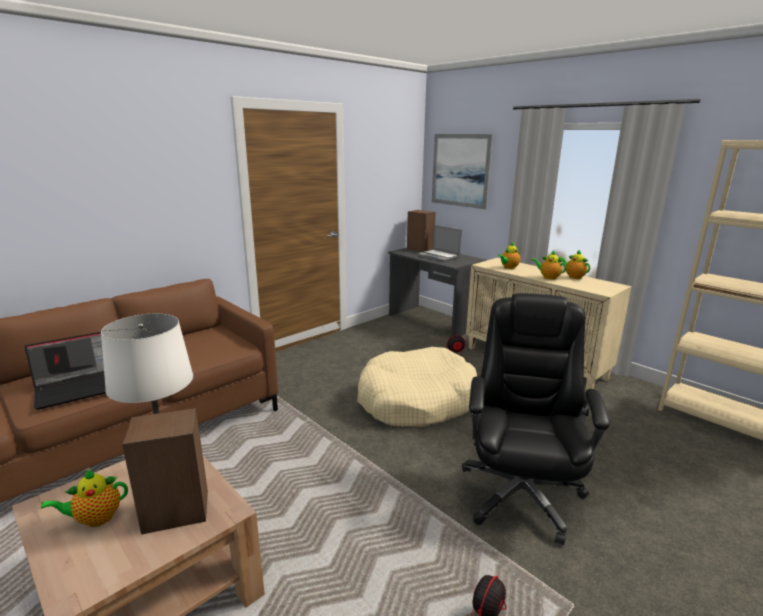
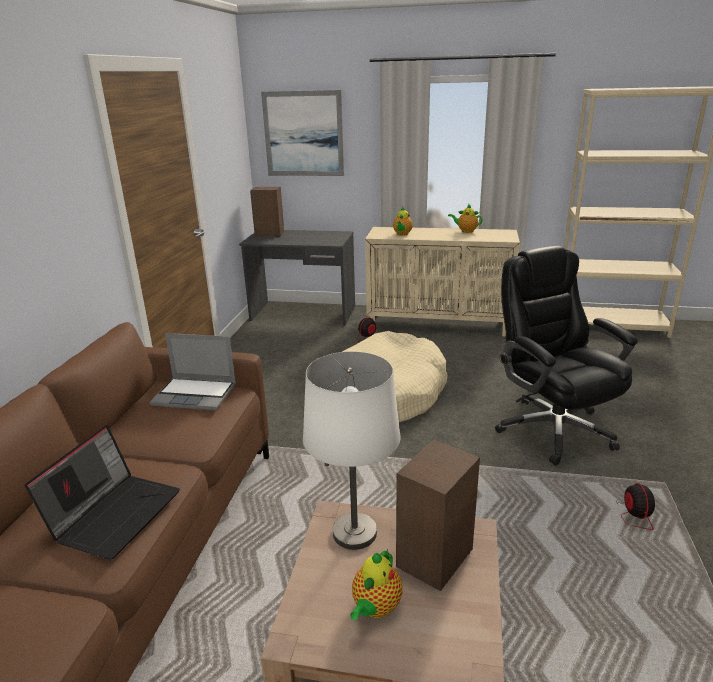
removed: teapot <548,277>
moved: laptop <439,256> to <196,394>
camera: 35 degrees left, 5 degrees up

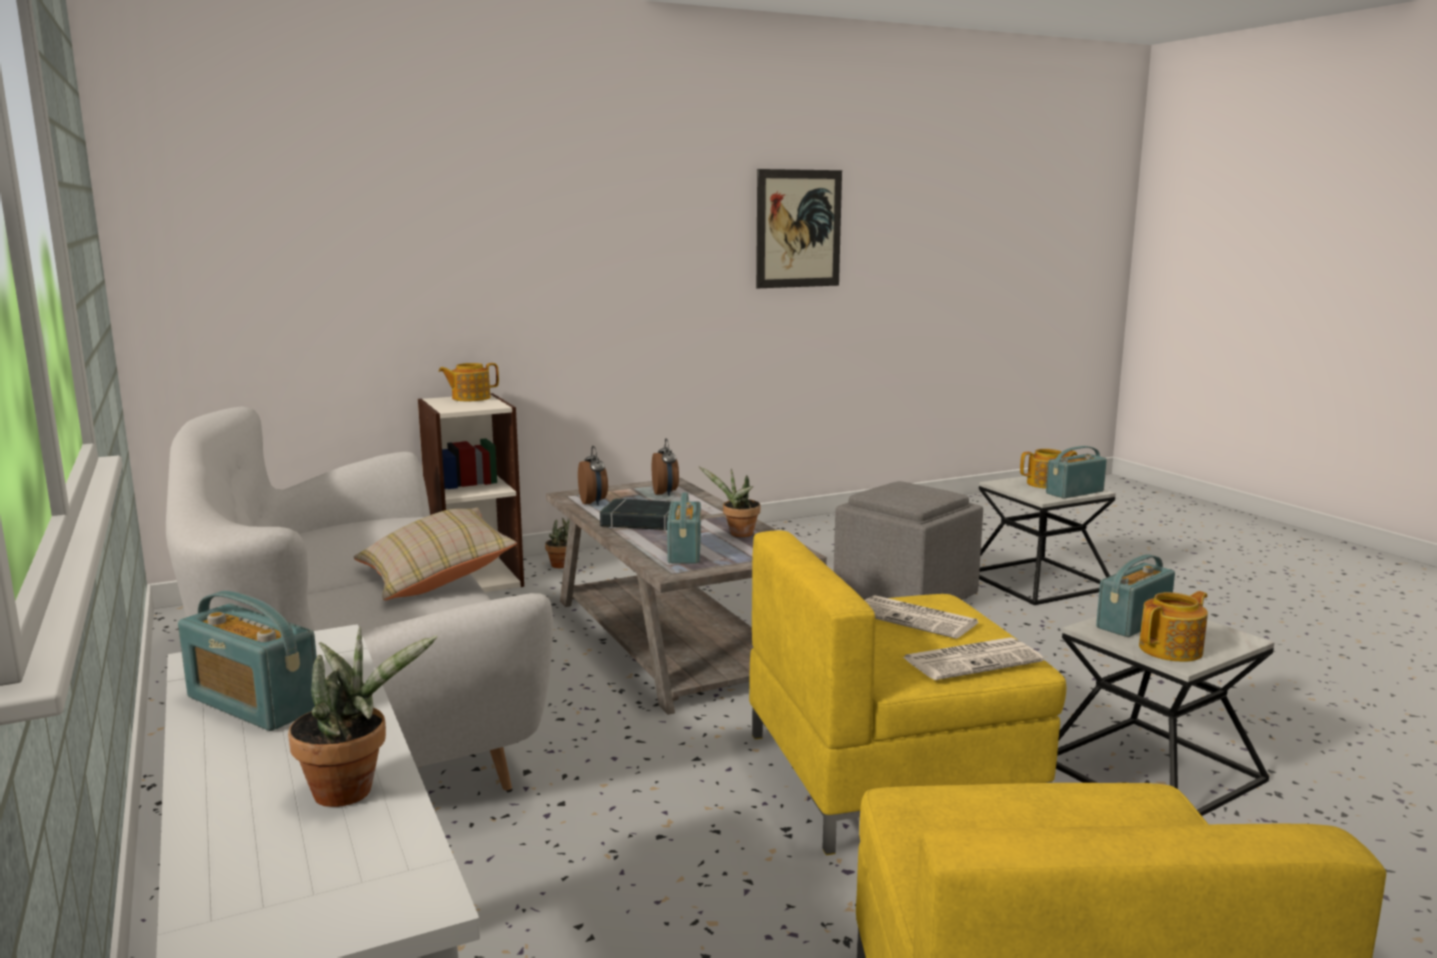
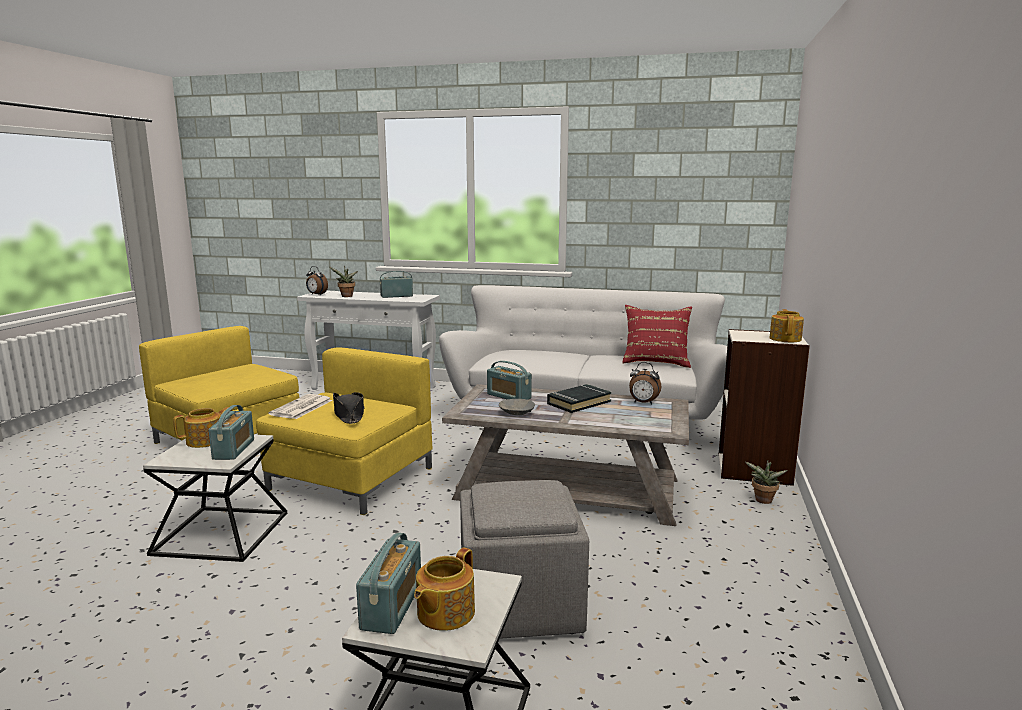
removed: cushion (beige) <436,579>; wall art <798,229>
added: cushion (reddish) <656,361>
moved: table clock <665,493> to <316,294>
replaced: plant in a pot <738,534> to deep dish (gray) <516,413>; printed paper <917,619> to clothing hat (blackish) <349,415>
turned: teapot <1172,650> = <206,441> 135 degrees counterclockwise
camera: 130 degrees right, 0 degrees up

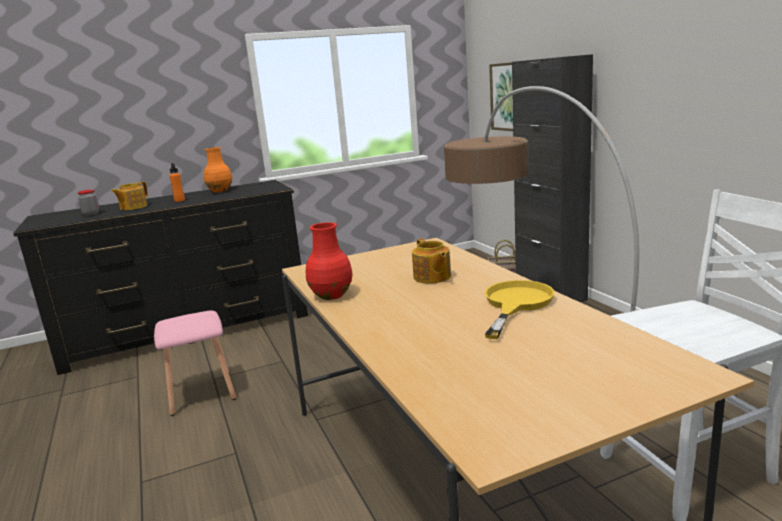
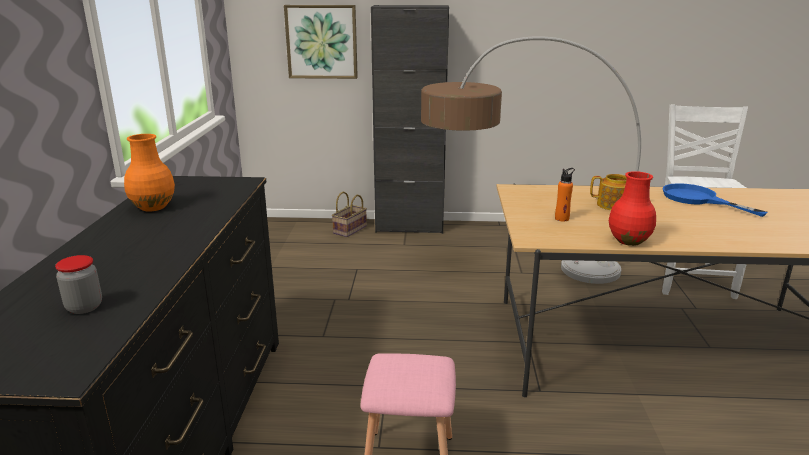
removed: teapot <133,207>
moved: bottle (orange) <179,200> to <562,218>
recoloured: pan (yellowish) <515,304> to pan (blue-coloured) <698,199>
camera: 65 degrees left, 5 degrees up

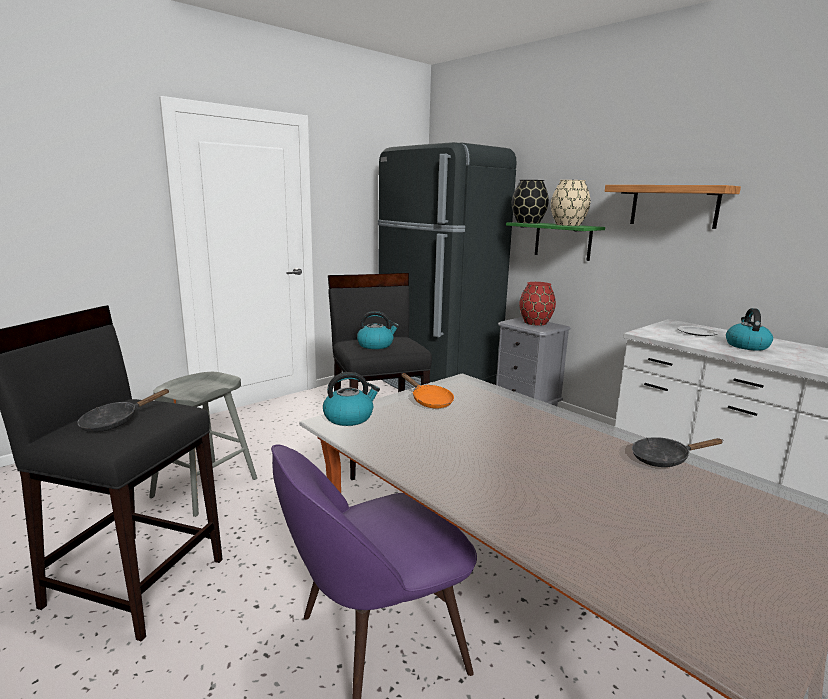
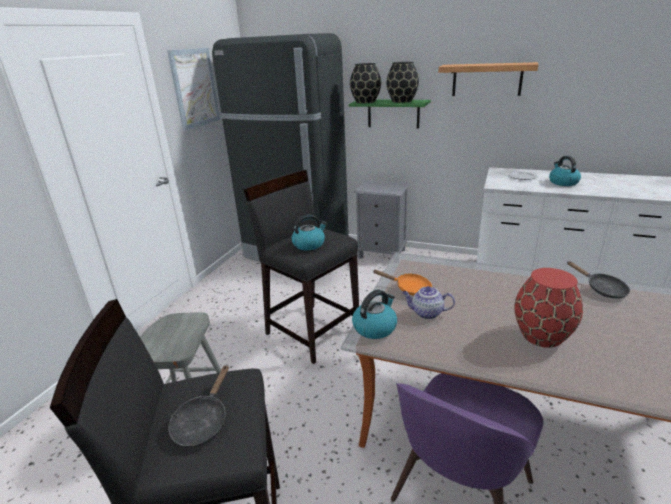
added: wall art <194,88>; teapot <426,313>
moved: flower vase (reddish) <536,323> to <542,336>
recoloured: flower vase (beige) <568,225> to flower vase (blackish) <402,101>
turned: pan (blackish) <664,459> = <602,289> 90 degrees counterclockwise
camera: 25 degrees left, 10 degrees up

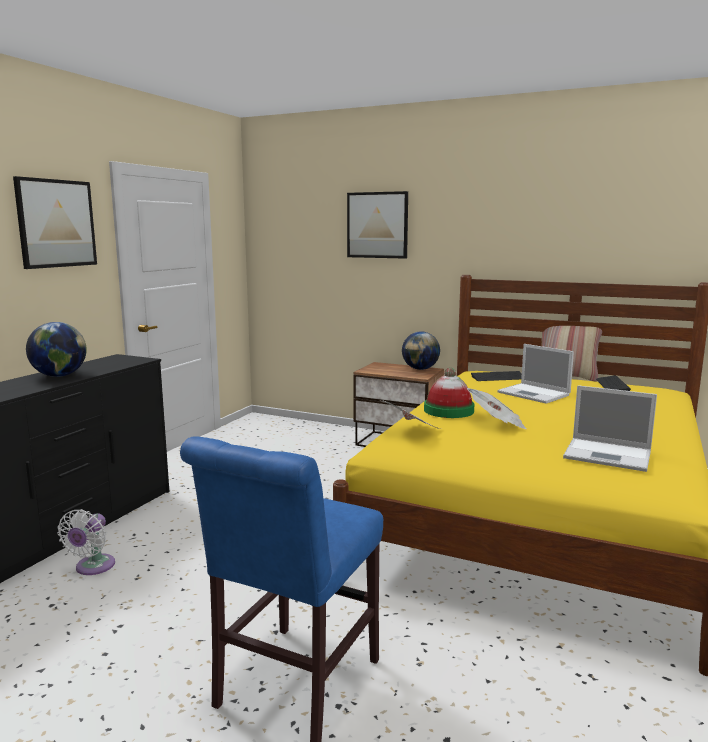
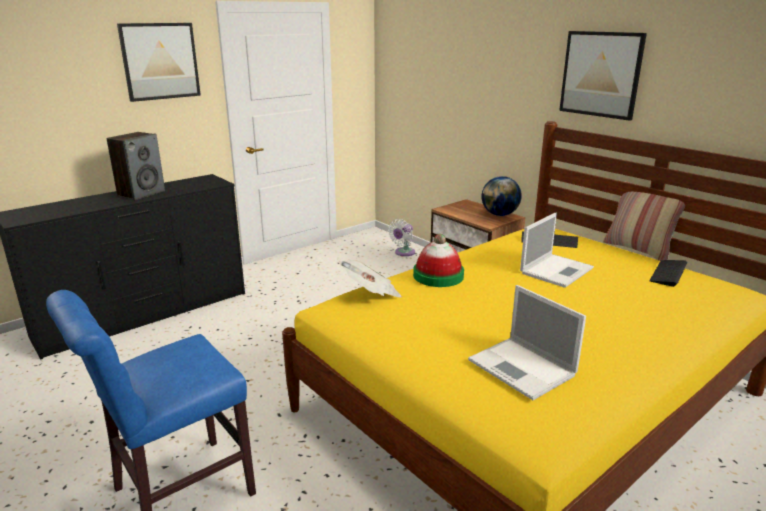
removed: printed paper <496,424>
moved: electric fan (whitish) <92,567> to <403,253>; wall art <377,225> to <600,74>
replaced: globe <59,375> to loudspeaker <141,193>
turned: laptop <534,394> = <557,270> 120 degrees counterclockwise
camera: 25 degrees right, 10 degrees up

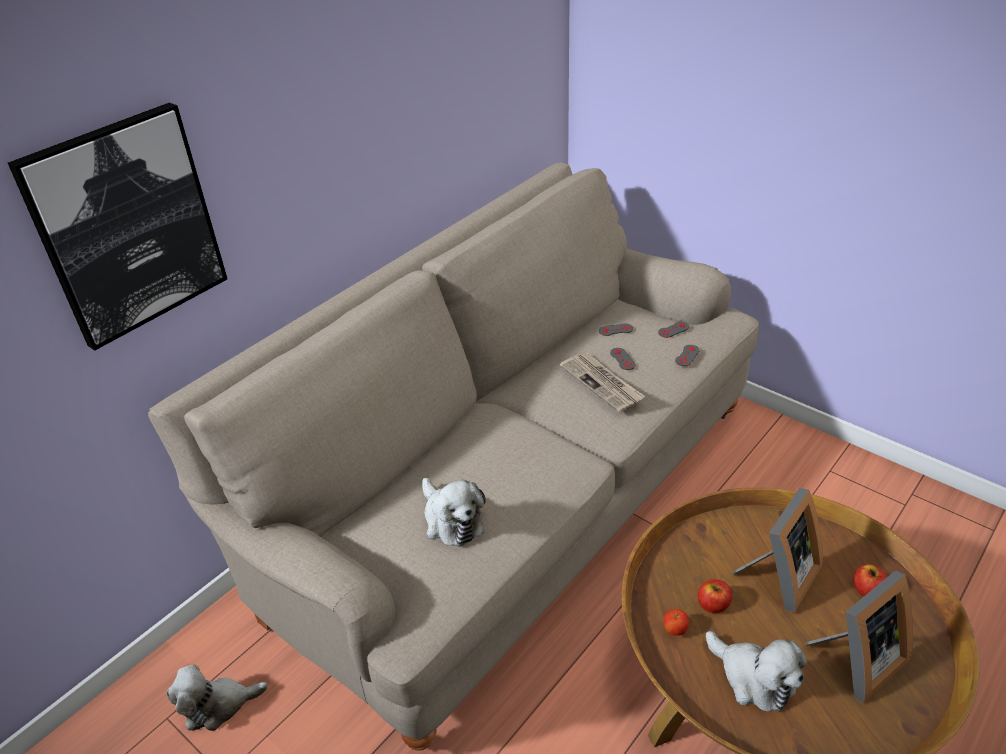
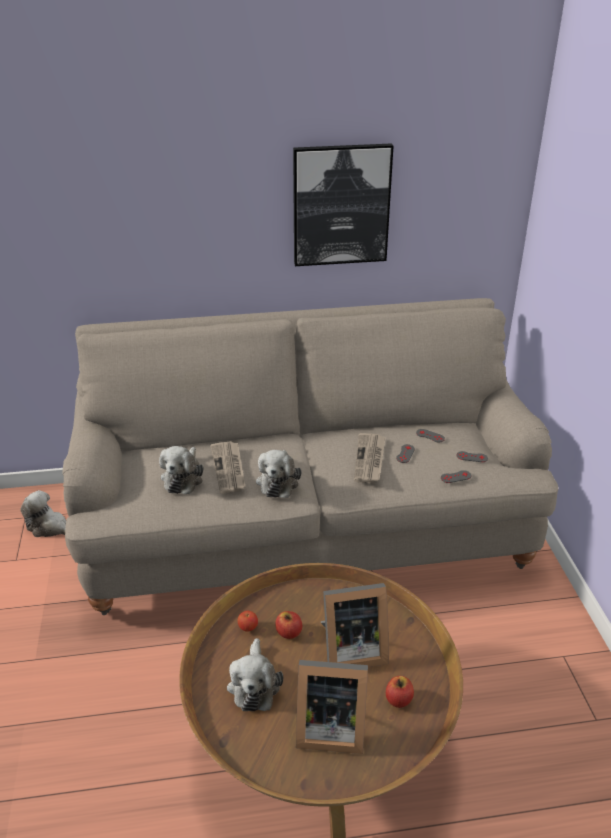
added: printed paper <229,469>; cuddly toy <278,481>
moved: wall art <127,226> to <341,205>
camera: 40 degrees right, 5 degrees down

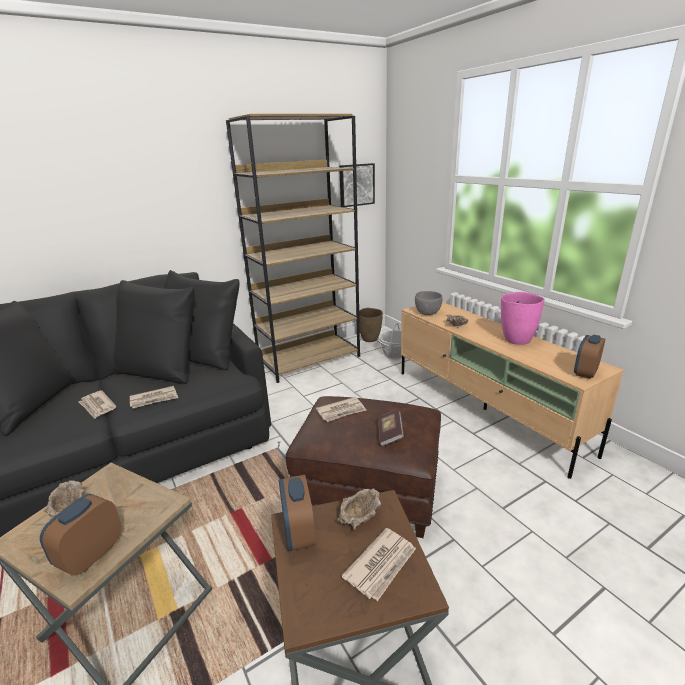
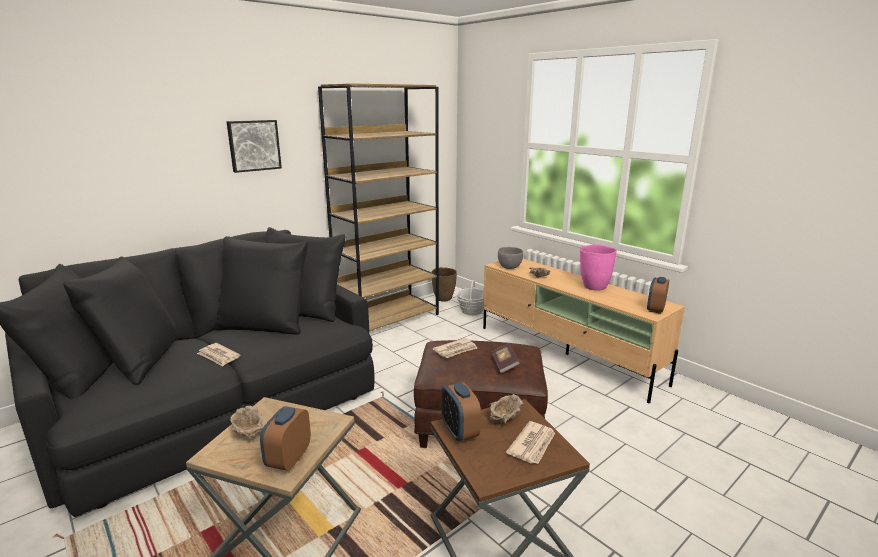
removed: printed paper <154,399>
moved: wall art <356,185> to <254,145>
camera: 10 degrees left, 5 degrees down

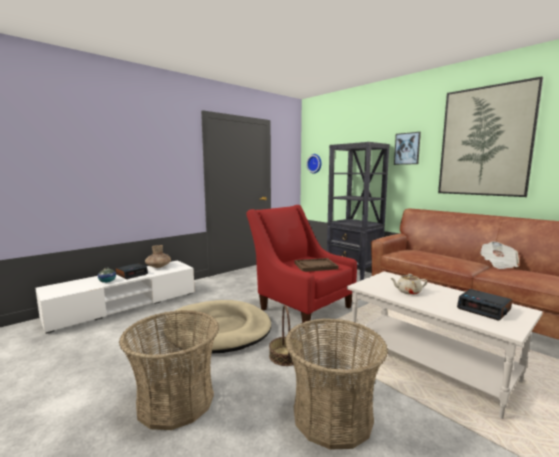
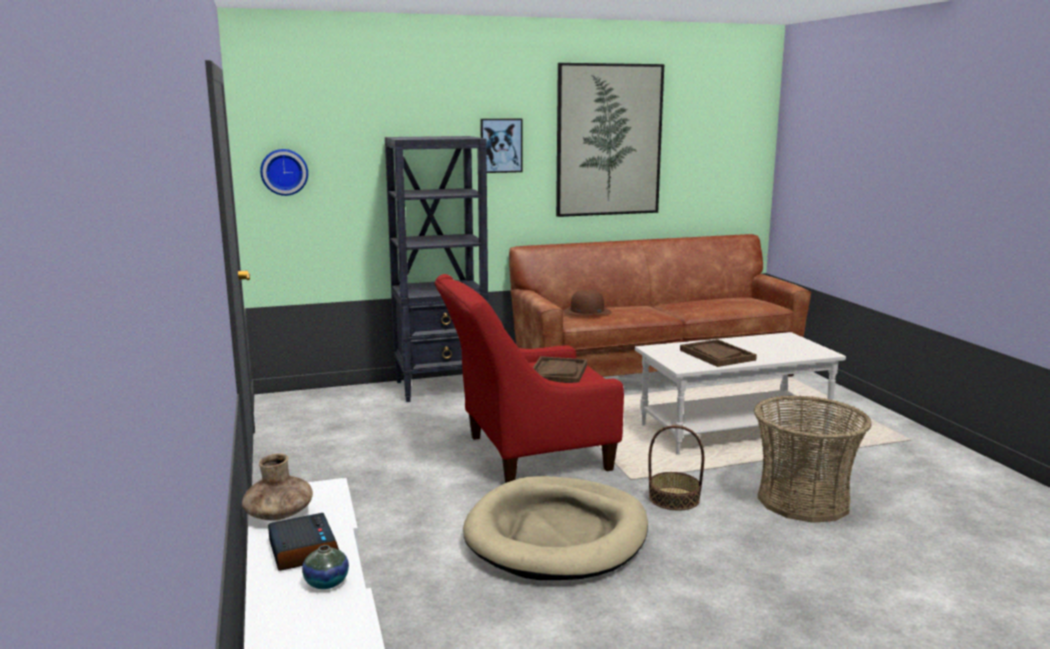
removed: storage basket <176,400>; table clock <484,309>; printed paper <498,264>
added: clothing hat (brown) <587,312>
replaced: teapot (beige) <408,291> to serving tray (brown) <717,355>
camera: 65 degrees left, 5 degrees up

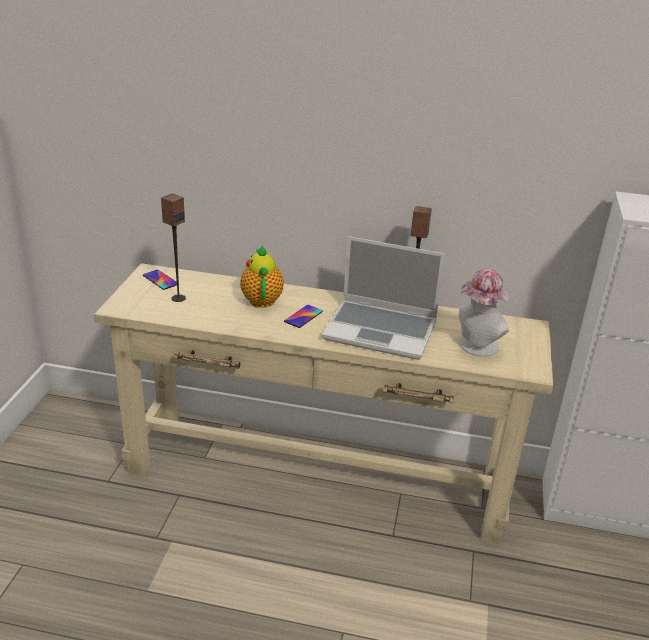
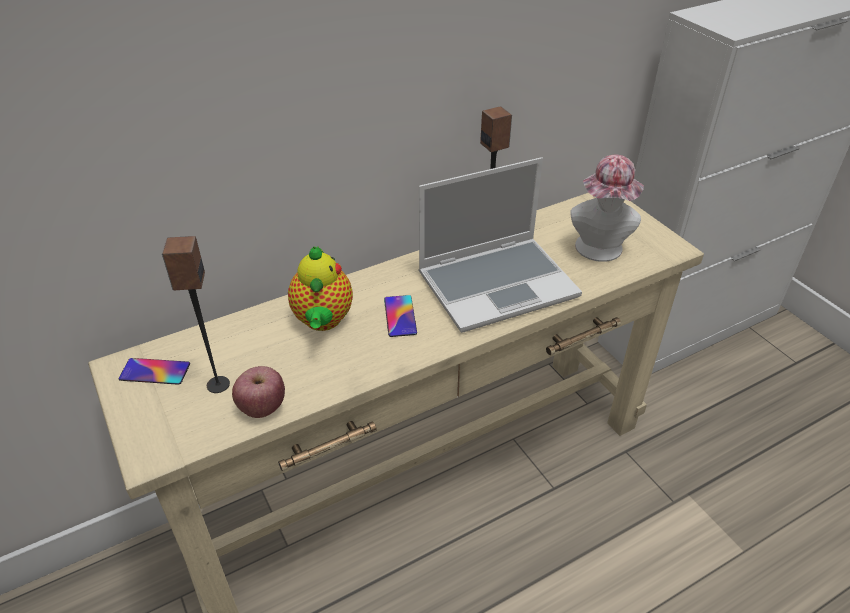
added: whole apple <262,407>
turned: teapot <261,299> = <323,321> 135 degrees counterclockwise
camera: 40 degrees left, 10 degrees up

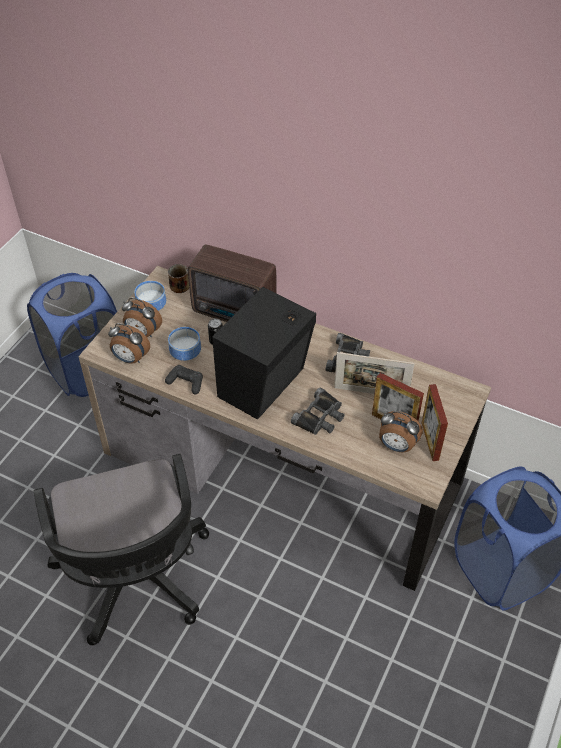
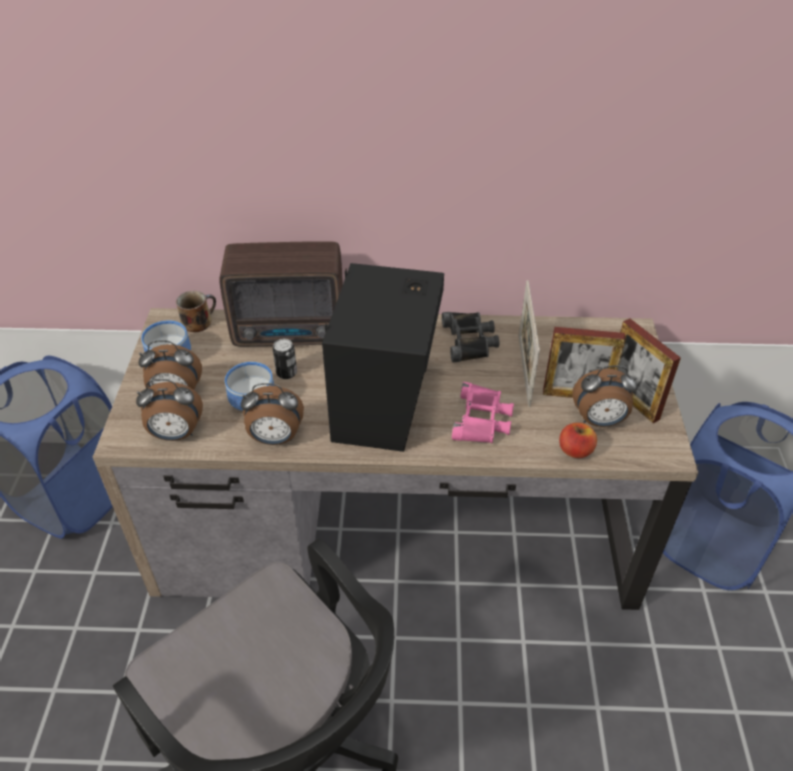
added: whole apple <575,450>
replaced: game controller (blackish) <186,382> to table clock <275,438>
recoloured: binoculars (blackish) <320,417> to binoculars (pink) <482,419>
turned: photo frame <371,393> = <524,370> 105 degrees clockwise
camera: 25 degrees left, 5 degrees down

